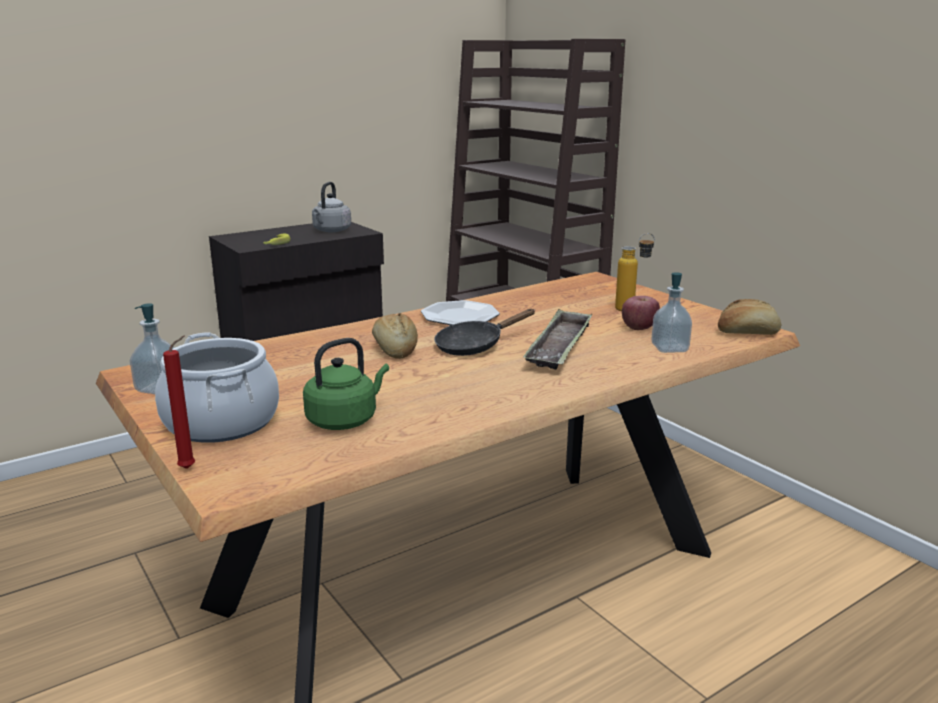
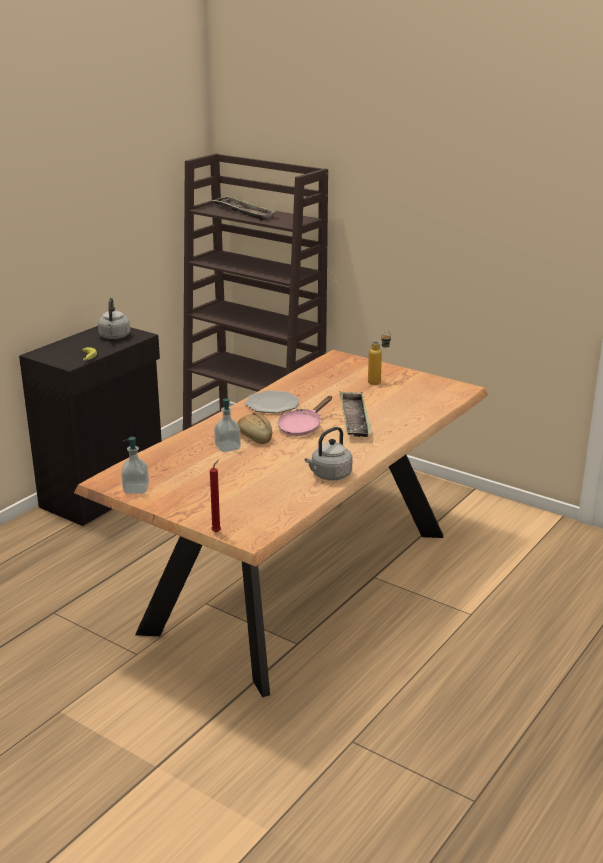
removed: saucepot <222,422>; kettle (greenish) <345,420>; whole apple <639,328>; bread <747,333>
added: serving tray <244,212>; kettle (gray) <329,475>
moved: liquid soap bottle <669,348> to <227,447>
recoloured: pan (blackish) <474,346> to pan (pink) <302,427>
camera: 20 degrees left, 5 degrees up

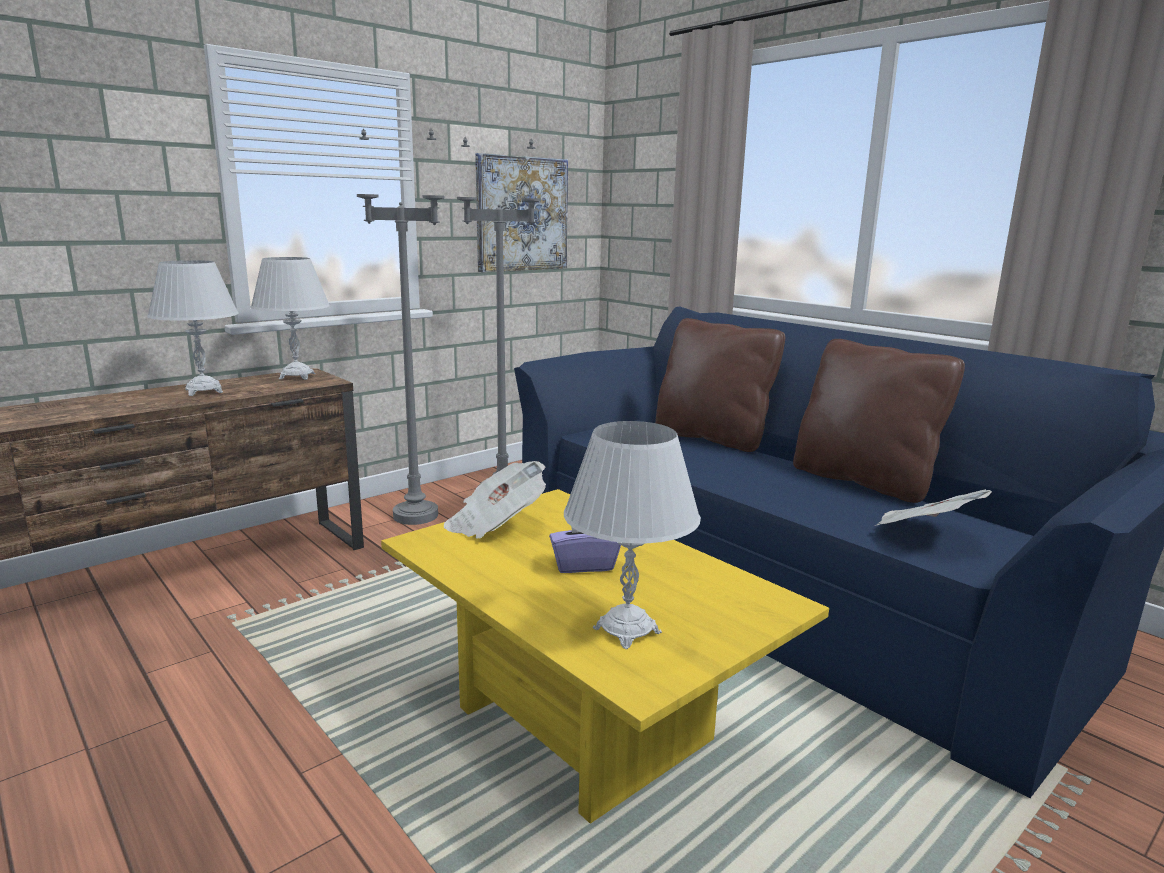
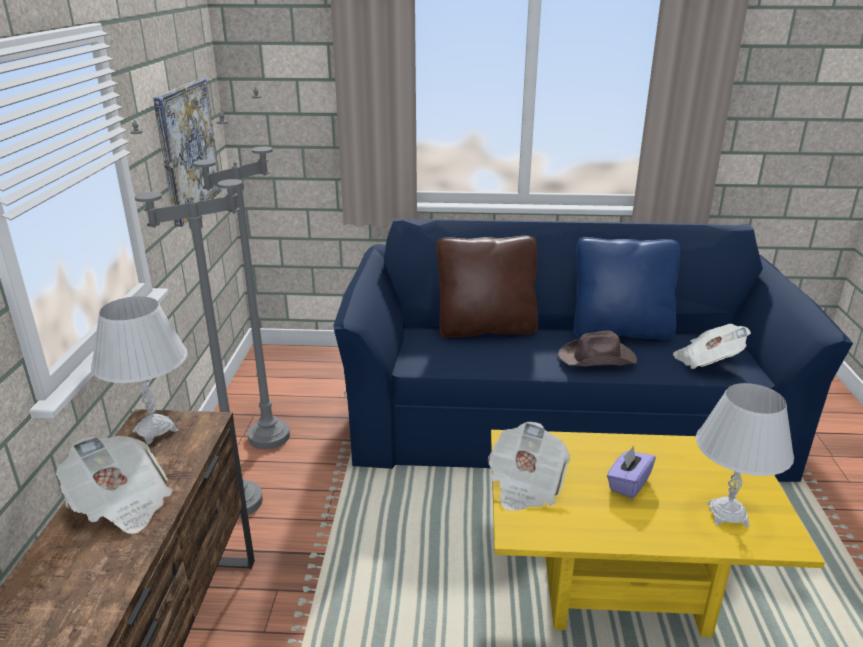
added: clothing hat (brown) <598,358>
replaced: table lamp (whitish) <204,391> to printed paper <121,504>
recoloured: cushion (brown) <863,480> to cushion (blue-coloured) <620,331>
camera: 45 degrees left, 10 degrees up

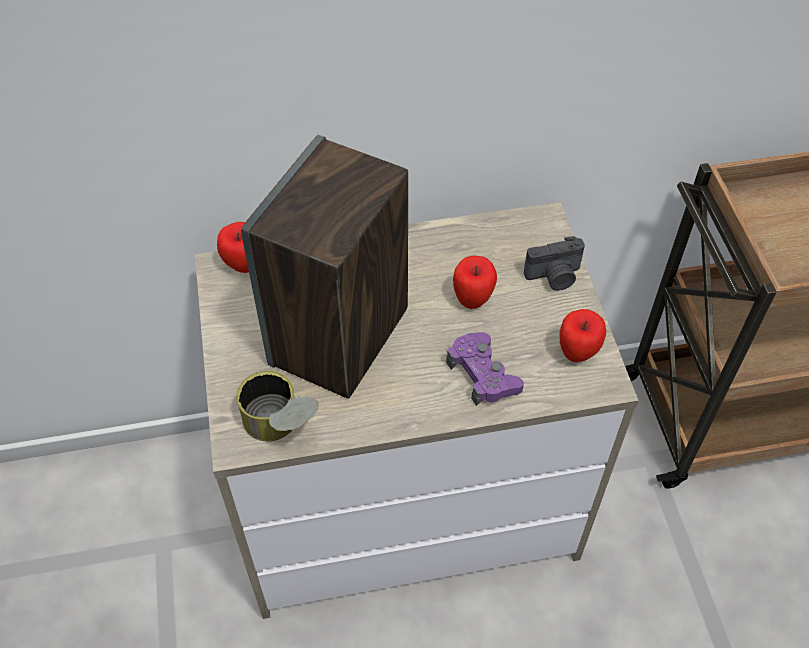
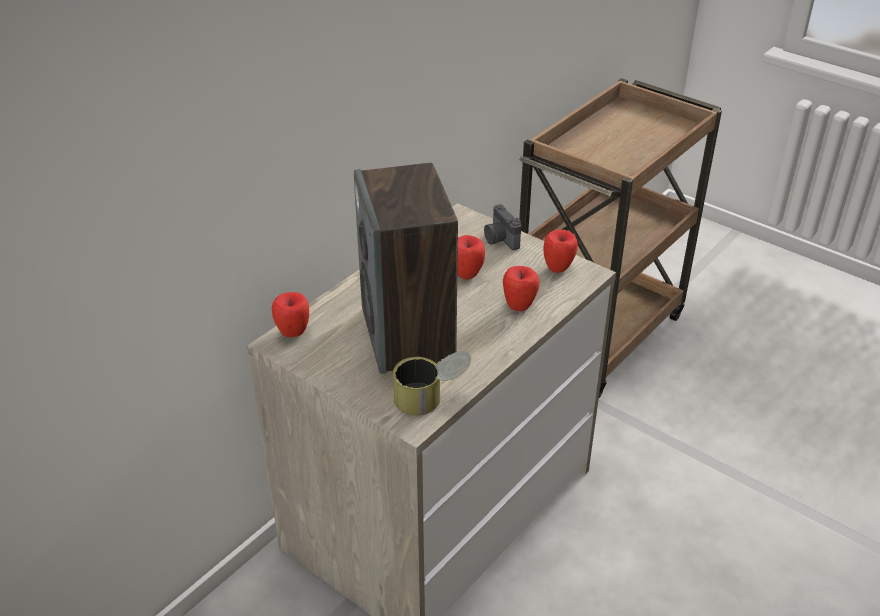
replaced: game controller (purple-coloured) <483,374> to whole apple <519,306>
turned: photo camera <554,277> = <500,239> 120 degrees clockwise
camera: 40 degrees left, 15 degrees down

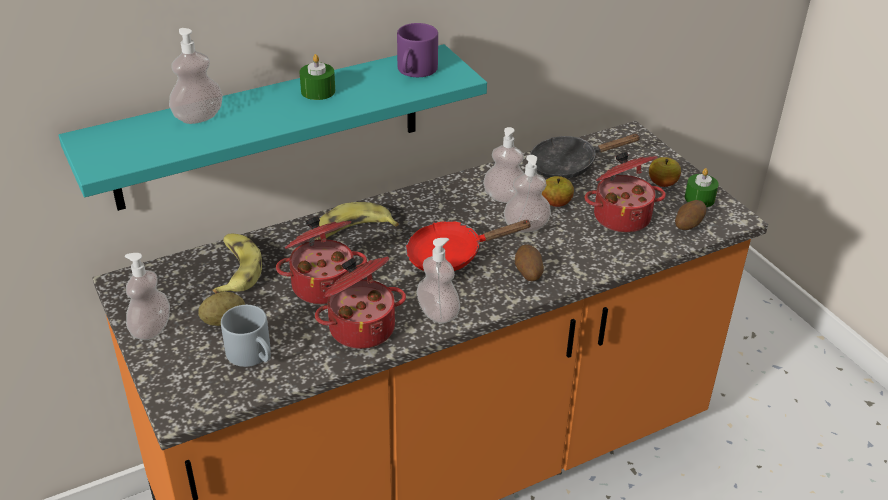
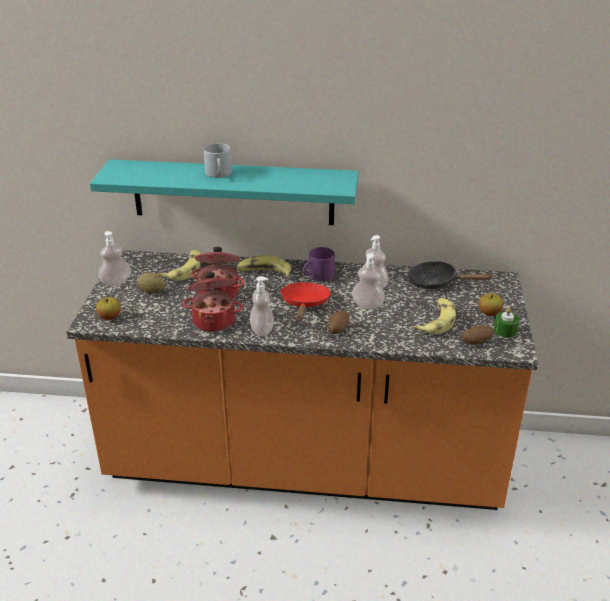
removed: liquid soap bottle <198,117>; wax candle (greenish) <318,91>
moved: coffee mug (gray) <253,355> to <219,174>; coffee mug (purple-coloured) <415,71> to <318,276>; whole apple <556,203> to <110,317>
replaced: saucepot <621,216> to banana <436,321>
turned: pan (reddish) <451,255> = <305,304> 75 degrees clockwise
camera: 35 degrees right, 5 degrees down

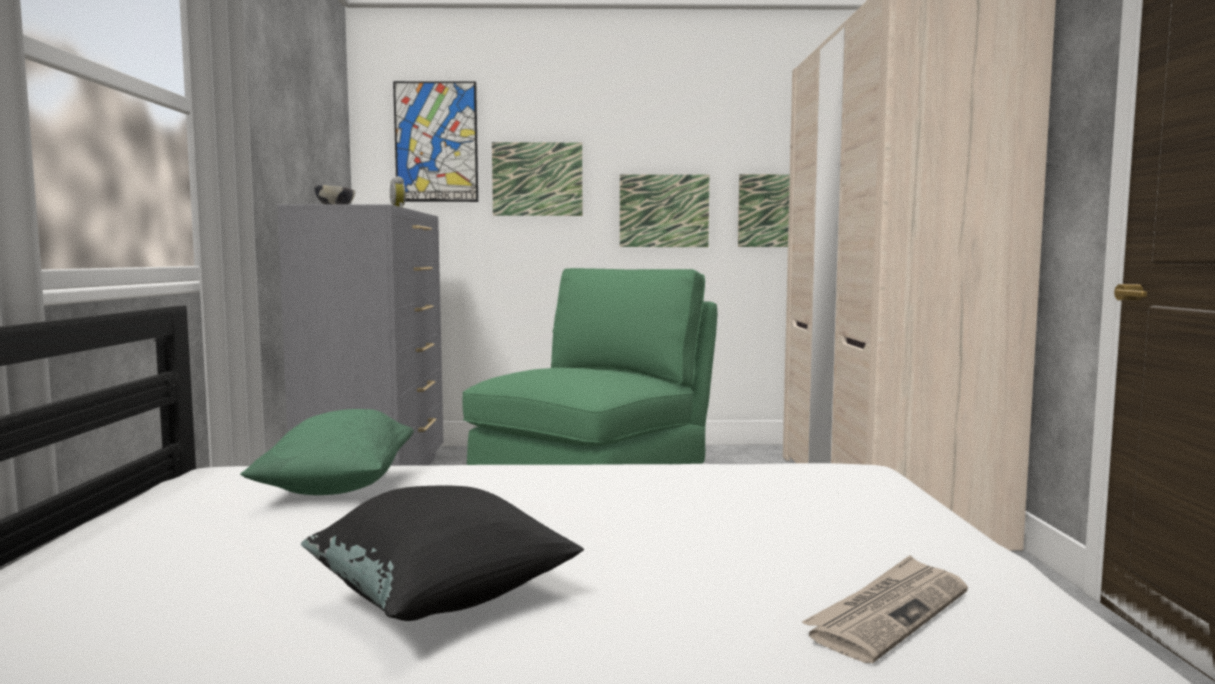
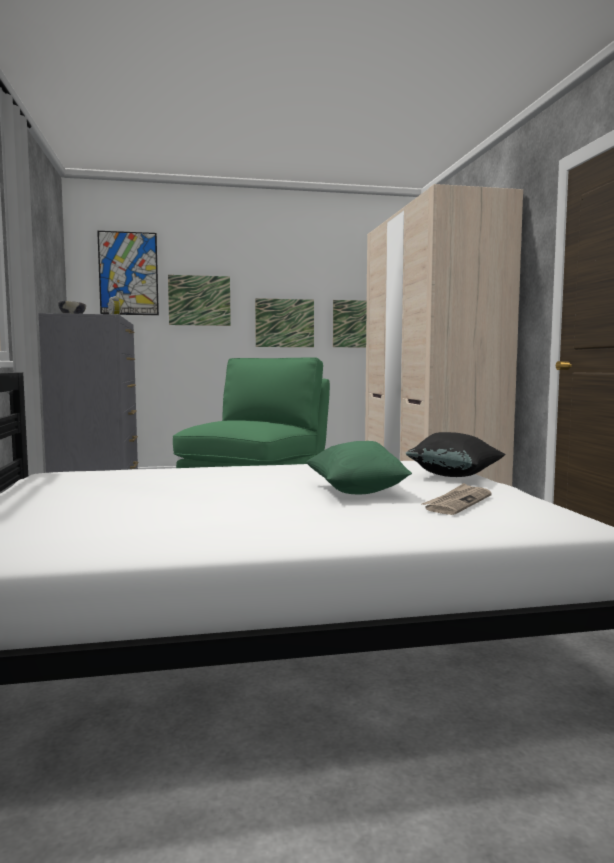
moved: cushion (greenish) <337,487> to <356,491>; cushion (blackish) <442,602> to <455,476>
camera: 10 degrees left, 0 degrees up

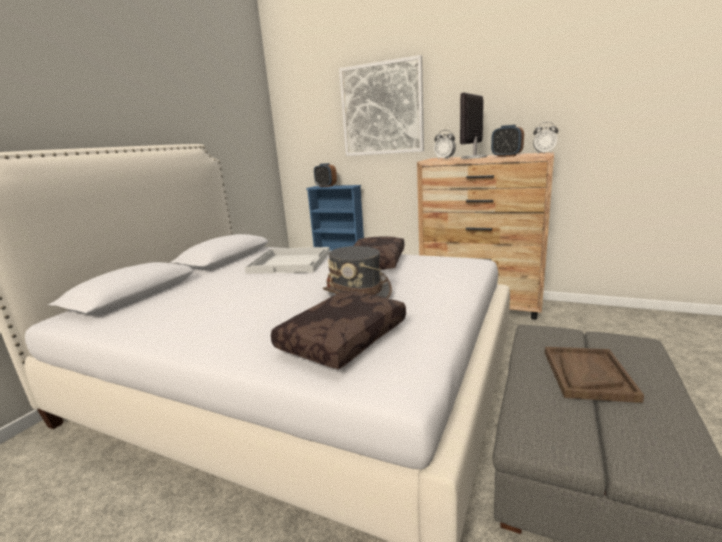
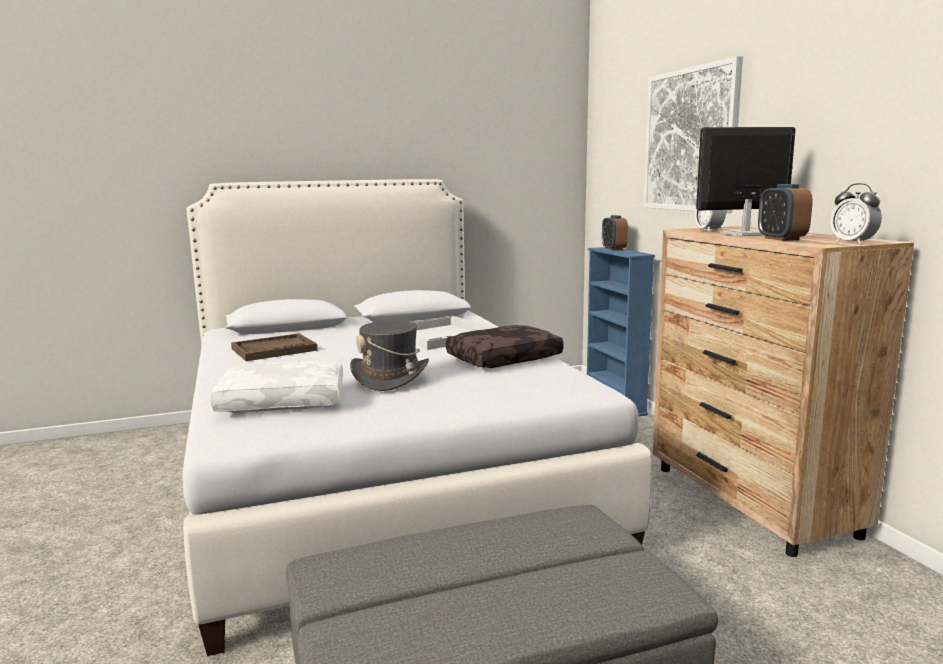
moved: serving tray (brown) <587,375> to <274,349>
recoloured: cushion (brown) <342,338> to cushion (whitish) <284,401>
camera: 45 degrees right, 5 degrees down

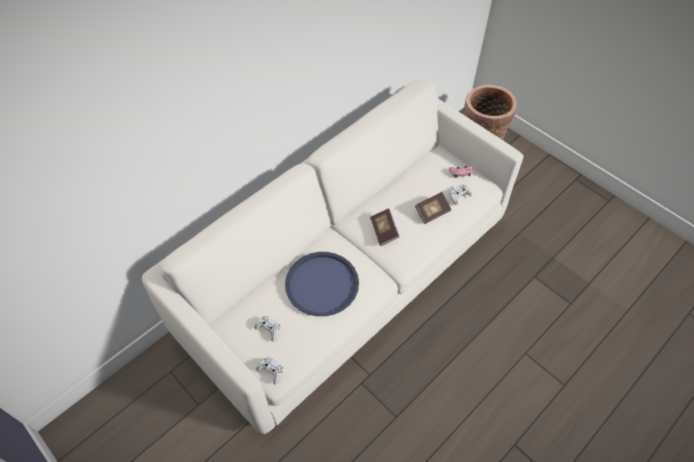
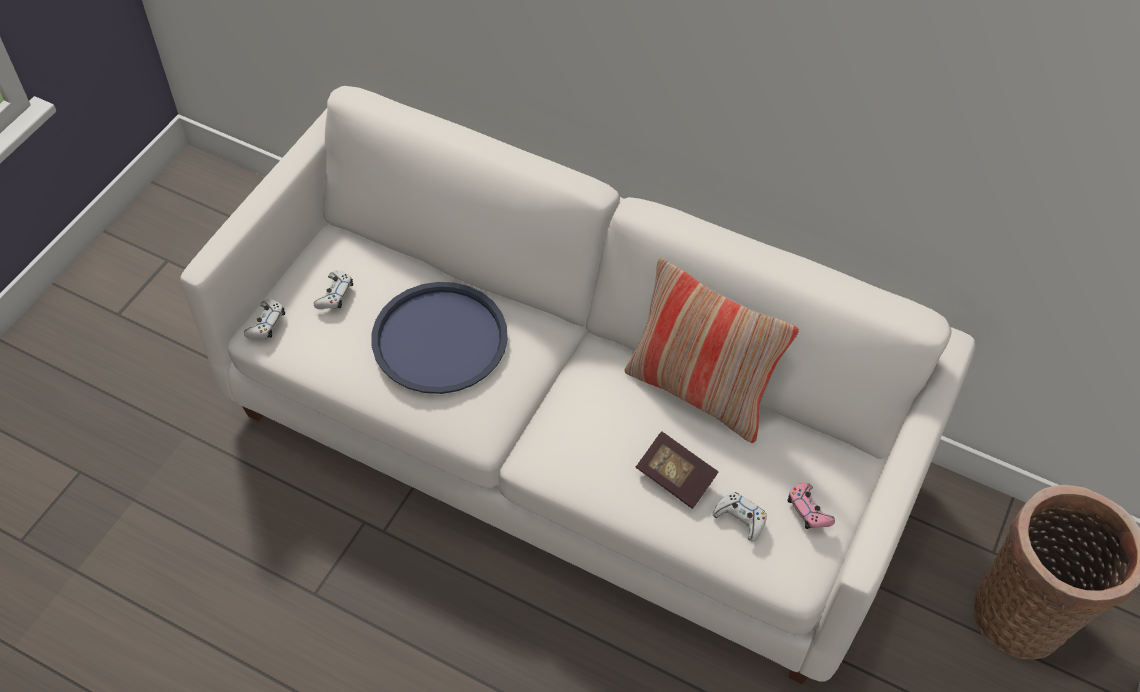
removed: bound book <384,231>
added: cushion <699,391>
camera: 70 degrees right, 0 degrees up

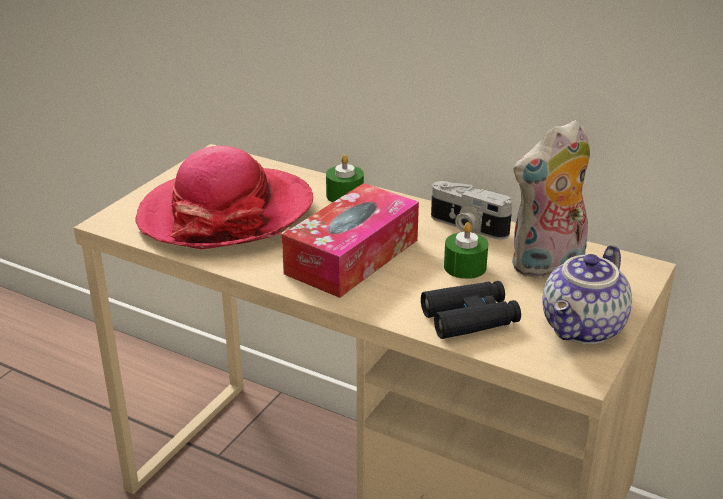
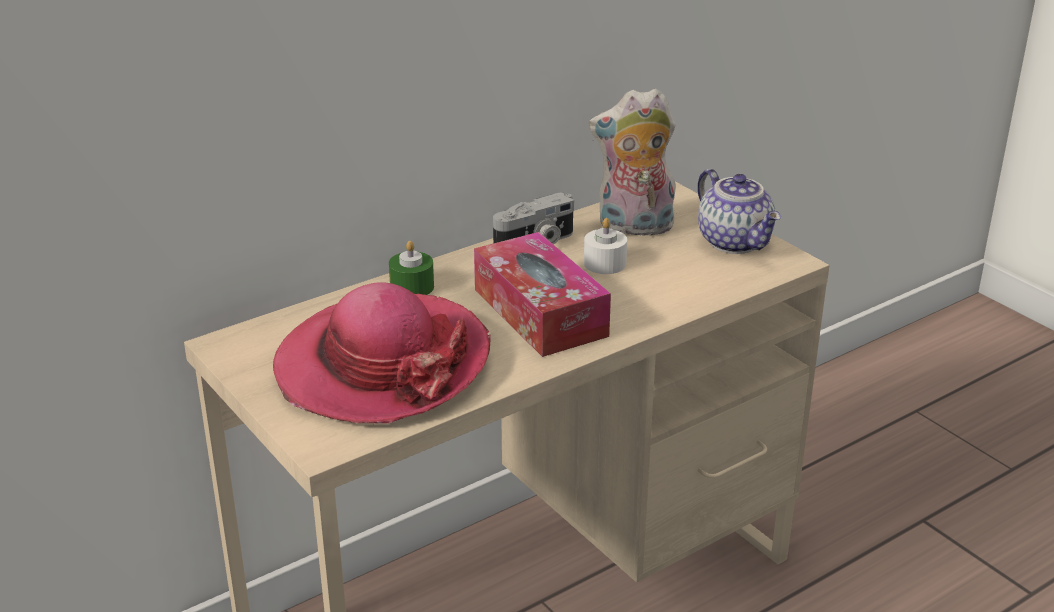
removed: binoculars (blackish) <470,318>
recoloured: wax candle (greenish) <465,267> to wax candle (whitish) <605,263>
turned: cuddly toy <548,266> = <634,228> 90 degrees clockwise
camera: 65 degrees left, 0 degrees up

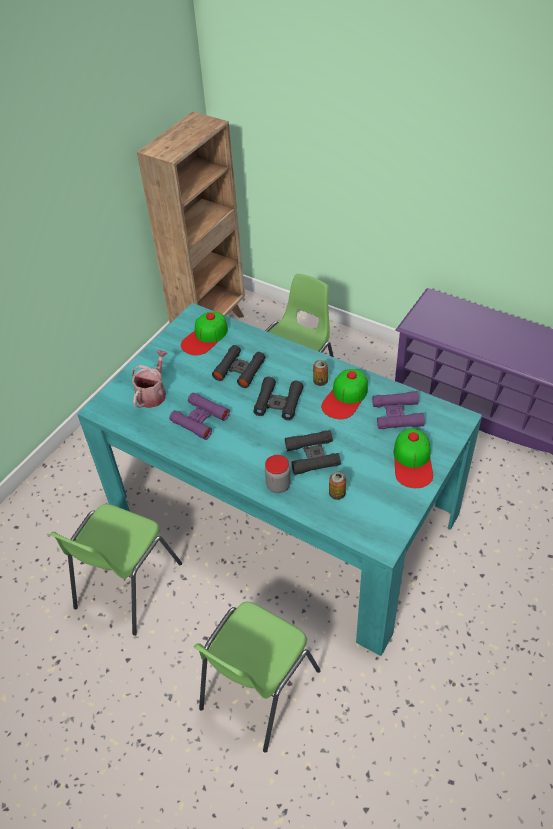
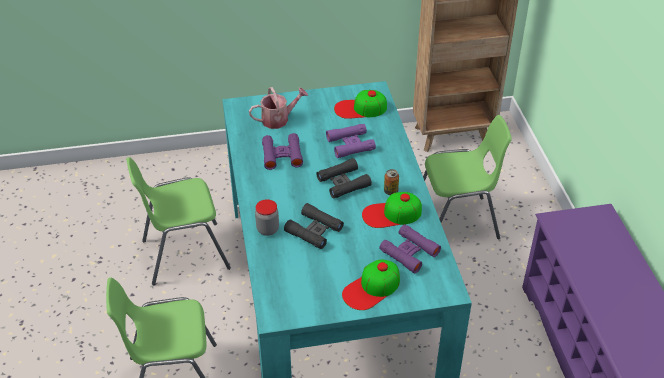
removed: can <337,494>
recoloured: binoculars (blackish) <239,370> to binoculars (purple-coloured) <350,144>
camera: 45 degrees right, 5 degrees down

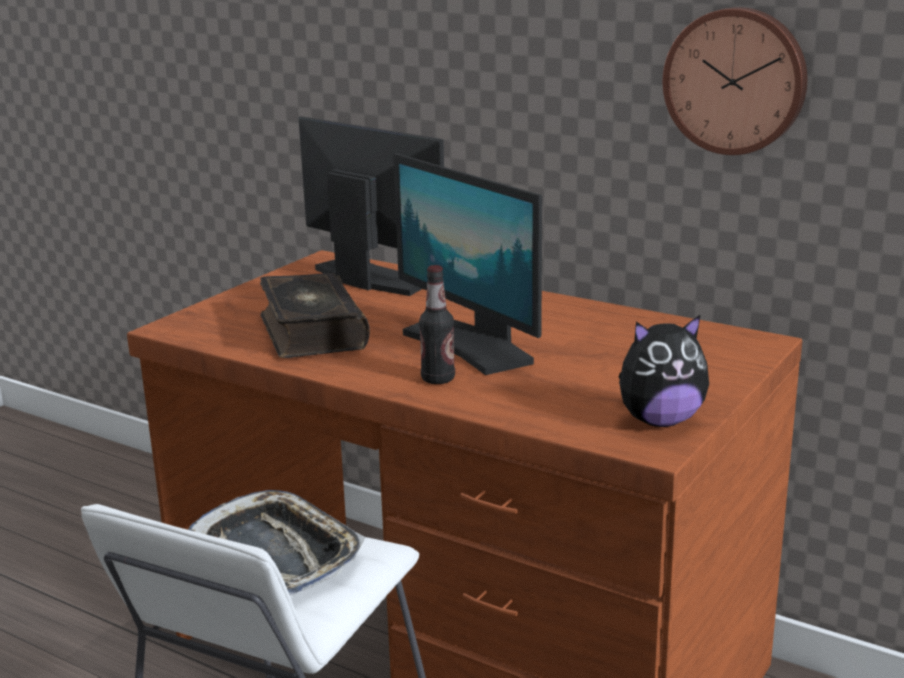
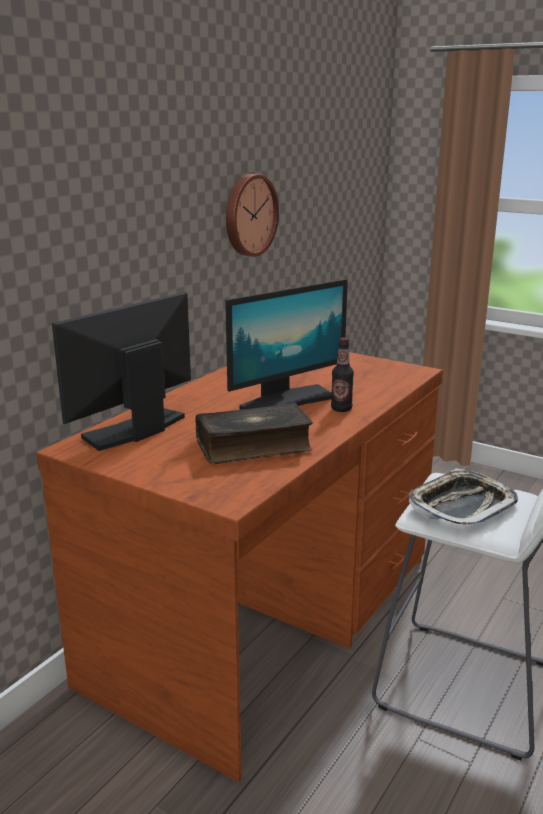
removed: cuddly toy <659,421>
camera: 90 degrees left, 0 degrees up

